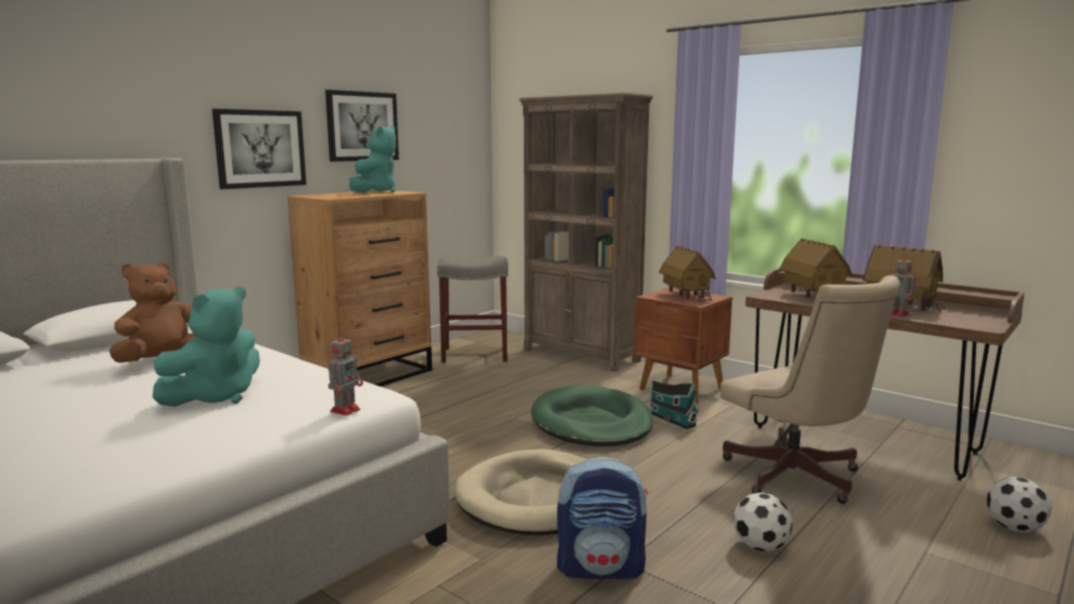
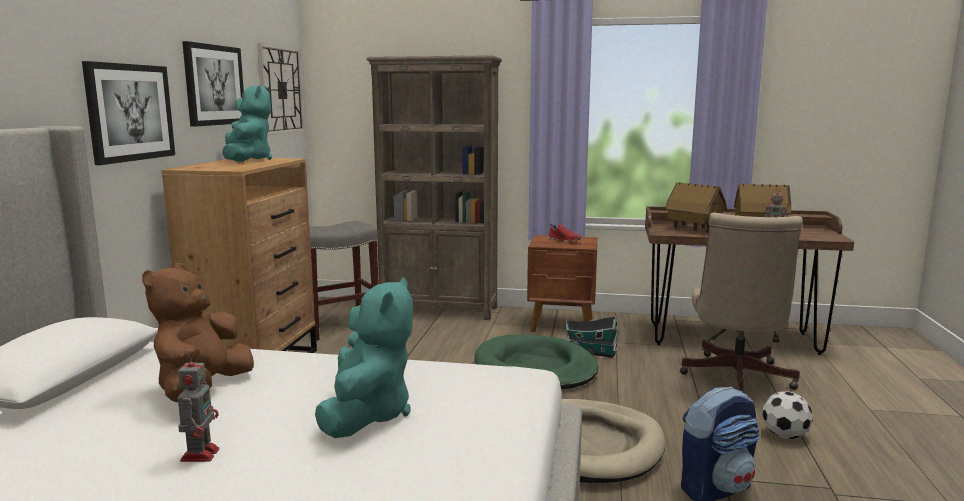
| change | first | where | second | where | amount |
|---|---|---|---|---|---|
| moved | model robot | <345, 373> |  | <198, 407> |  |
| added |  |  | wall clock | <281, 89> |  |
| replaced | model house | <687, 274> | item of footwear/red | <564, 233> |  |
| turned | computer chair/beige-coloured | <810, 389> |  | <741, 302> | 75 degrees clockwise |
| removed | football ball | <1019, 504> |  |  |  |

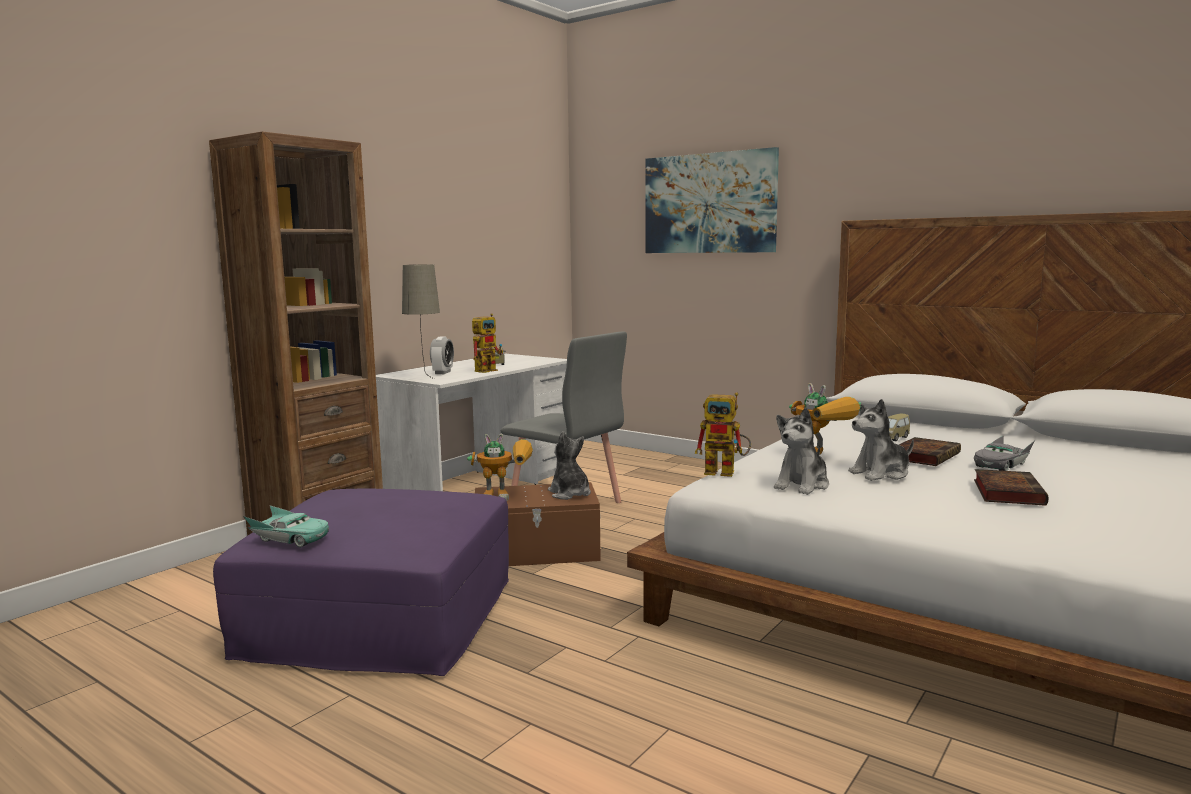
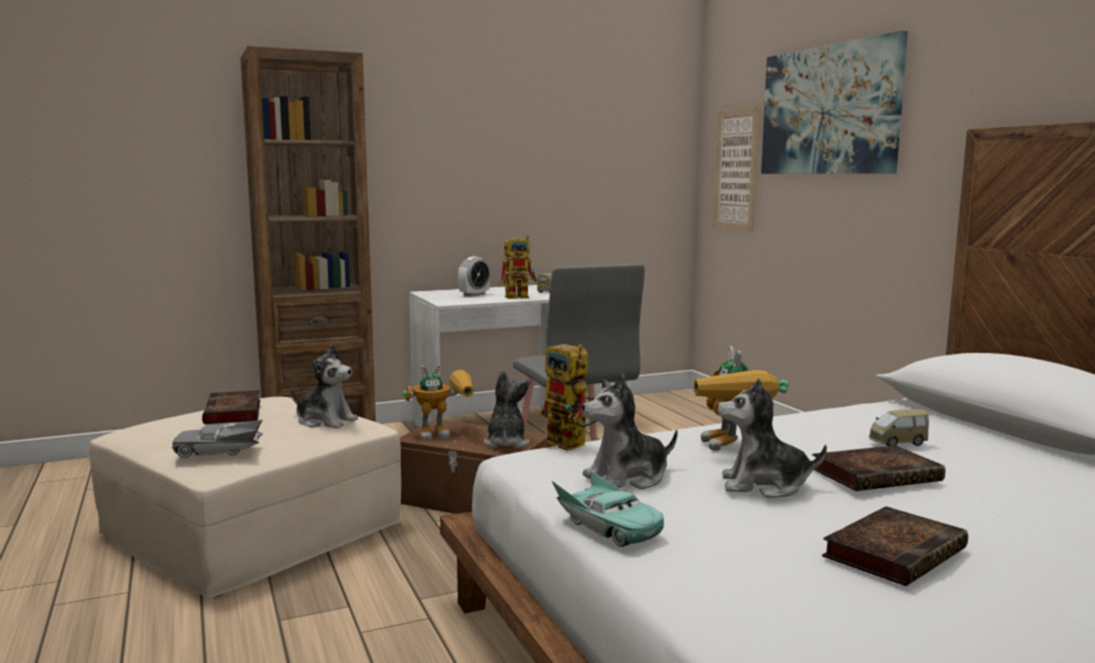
| change | first | where | second | where | amount |
|---|---|---|---|---|---|
| recoloured | pouffe/purple | <361, 582> | pouffe/beige-coloured | <245, 497> |  |
| moved | miniature car/gray | <1004, 453> |  | <217, 439> |  |
| added |  |  | volume | <231, 407> |  |
| added |  |  | plush toy | <324, 386> |  |
| turned | model robot | <500, 467> |  | <438, 402> | 45 degrees counterclockwise |
| moved | miniature car/blue-green | <286, 526> |  | <608, 508> |  |
| added |  |  | wall art | <736, 168> |  |
| removed | lamp for a table/beige-coloured | <421, 321> |  |  |  |

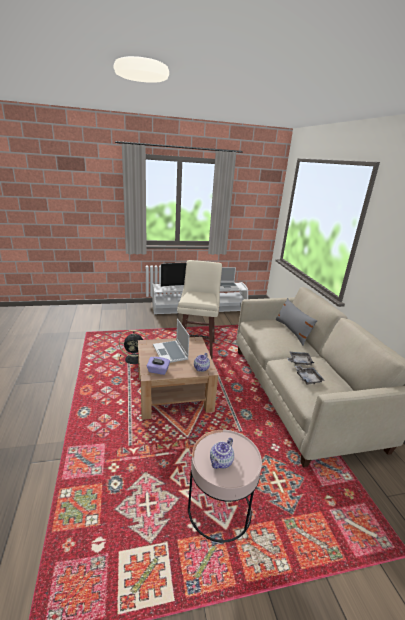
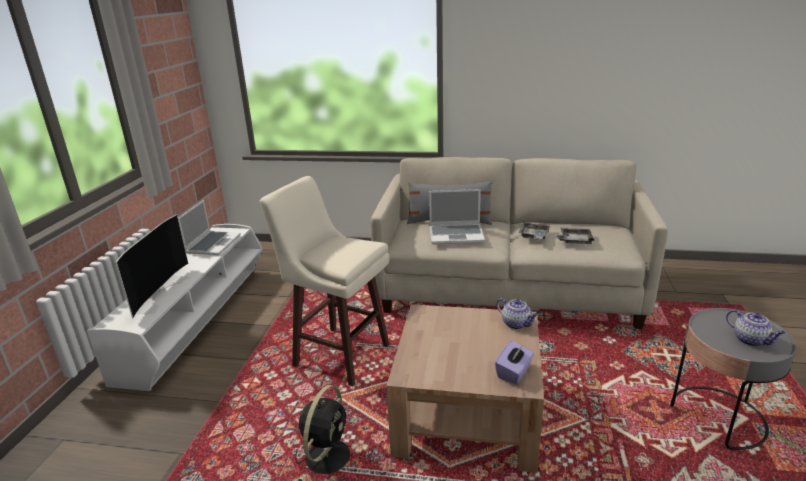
| change | first | where | second | where | amount |
|---|---|---|---|---|---|
| moved | portable computer | <171, 341> |  | <457, 216> |  |
| recoloured | side table/pinkish | <225, 486> | side table/gray | <733, 379> |  |

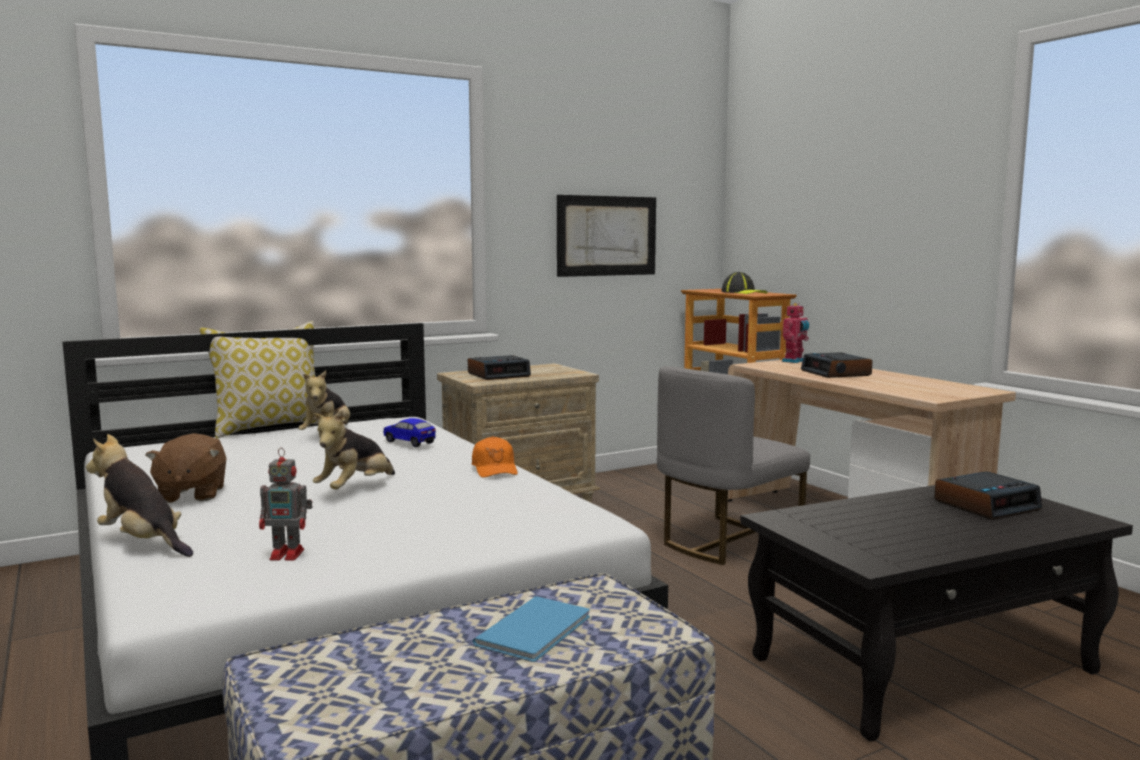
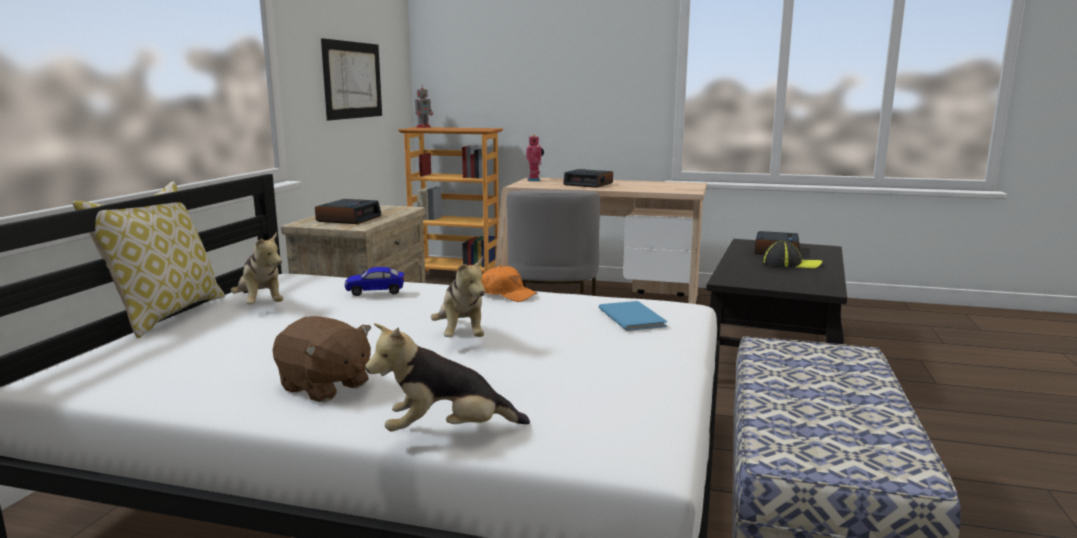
| change | first | where | second | where | amount |
|---|---|---|---|---|---|
| moved | model robot | <286, 503> |  | <424, 106> |  |
| moved | volume/blue | <531, 629> |  | <632, 316> |  |
| moved | peaked cap | <744, 283> |  | <792, 254> |  |

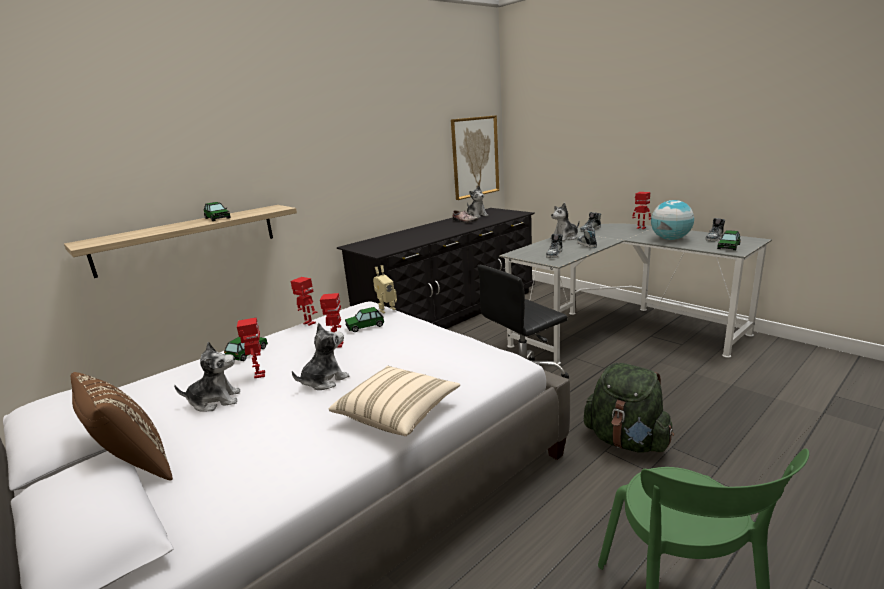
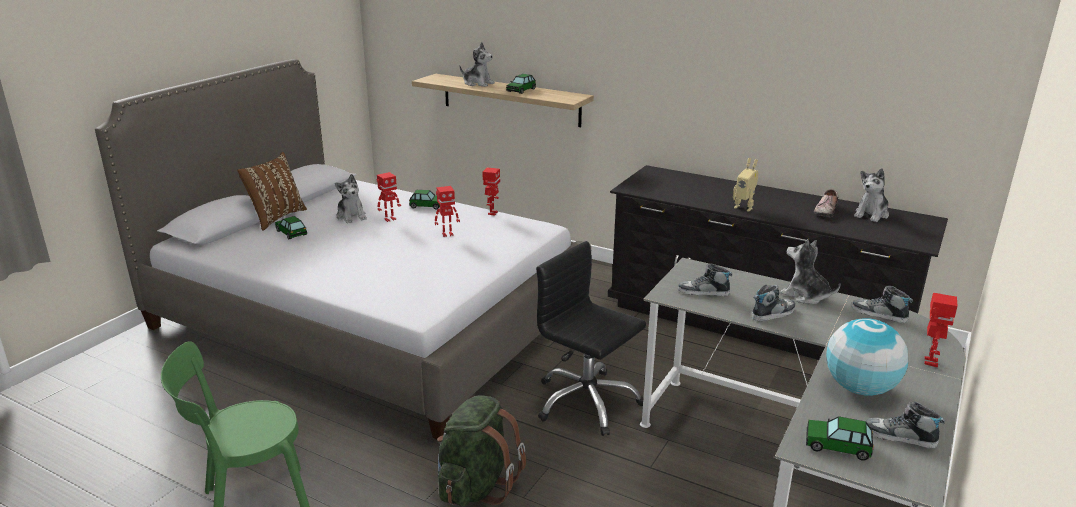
| change | first | where | second | where | amount |
|---|---|---|---|---|---|
| moved | miniature car | <364, 319> |  | <291, 227> |  |
| moved | plush toy | <320, 356> |  | <477, 64> |  |
| moved | model robot | <385, 289> |  | <745, 185> |  |
| removed | throw pillow/beige-coloured | <394, 401> |  |  |  |
| removed | wall art | <475, 157> |  |  |  |

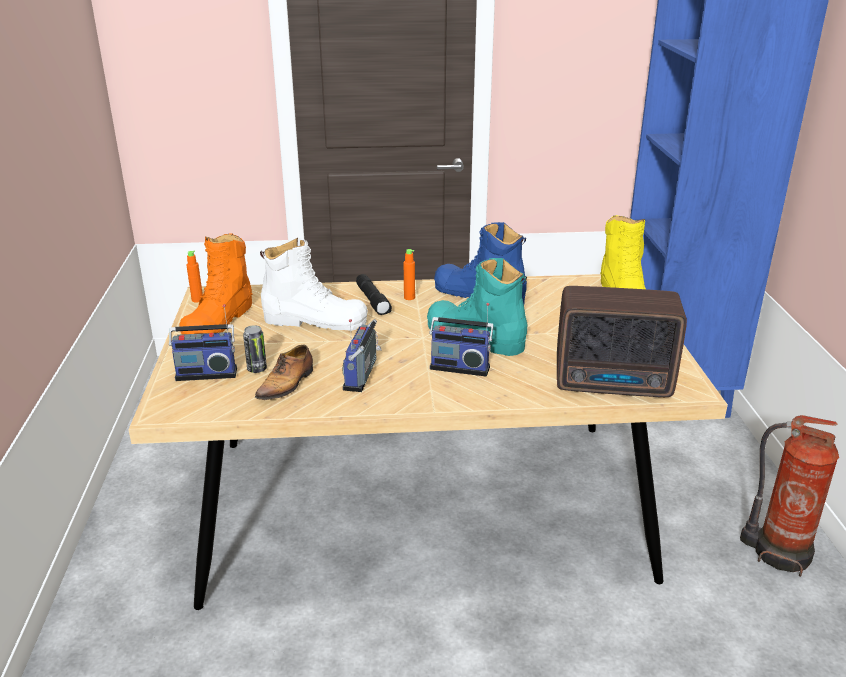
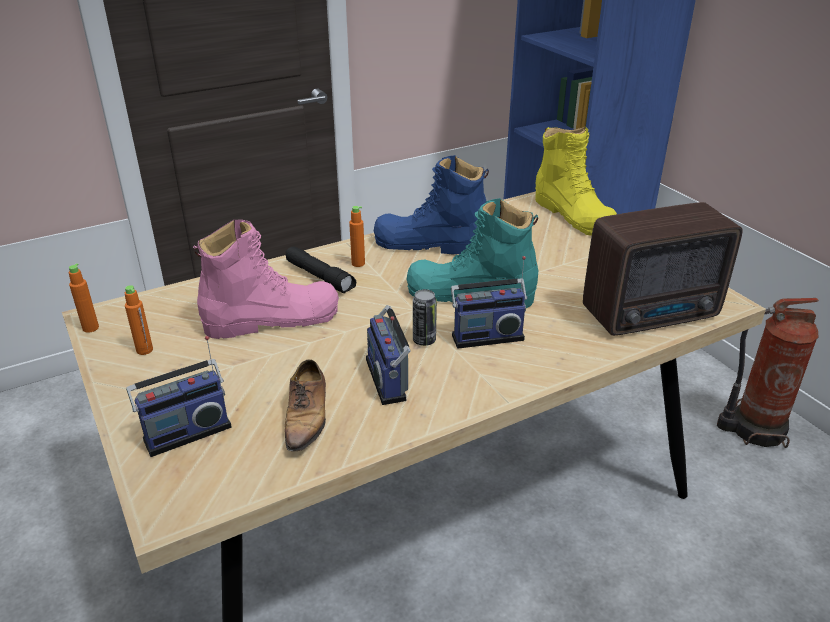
| change | first | where | second | where | amount |
|---|---|---|---|---|---|
| replaced | boot/orange-coloured | <216, 283> | bottle/orange-coloured | <139, 320> |  |
| recoloured | boot/whitish | <314, 284> | boot/pinkish | <266, 279> |  |
| moved | sealed can | <255, 349> |  | <425, 317> |  |

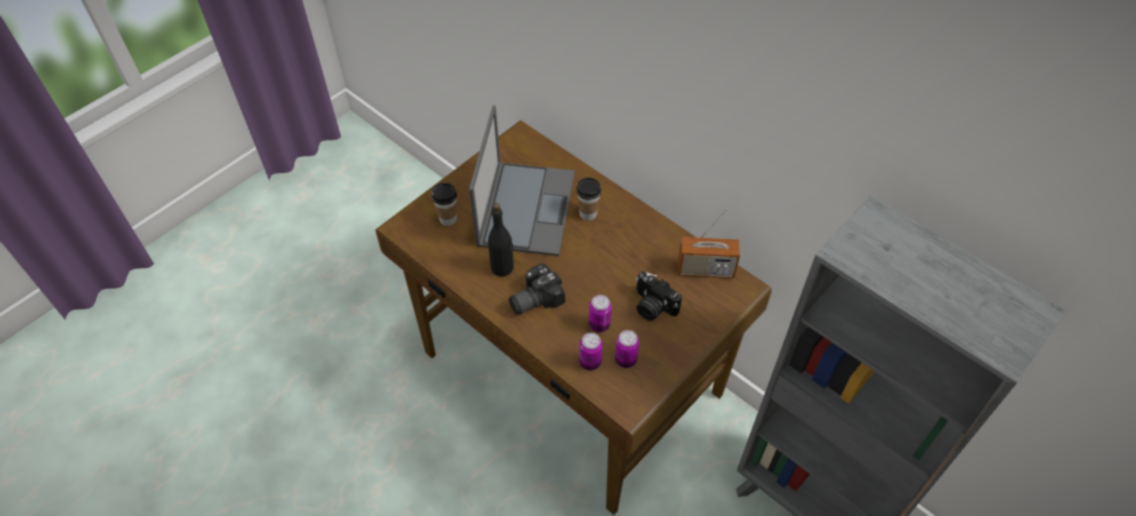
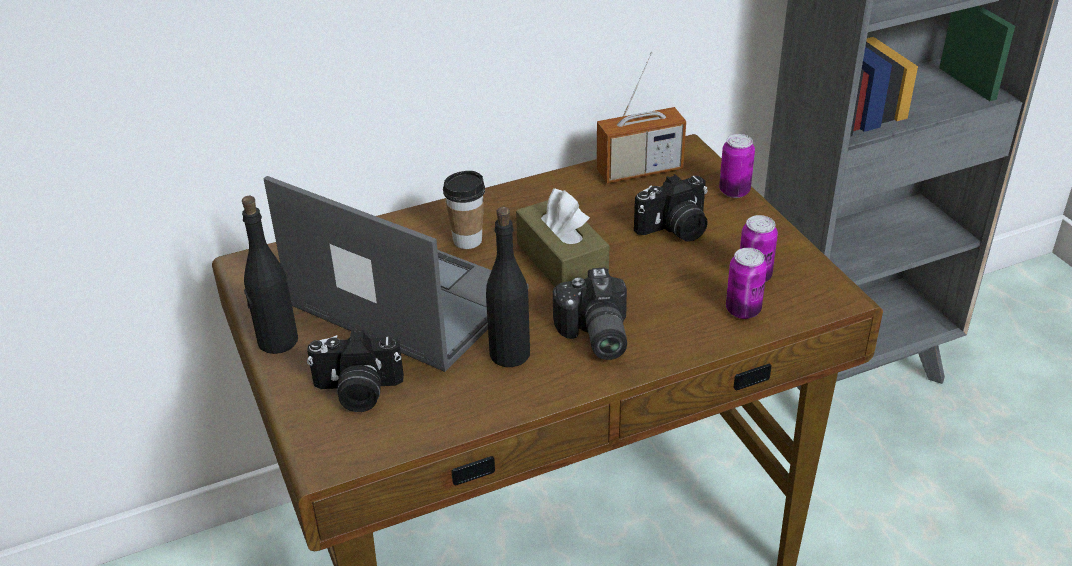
| change | first | where | second | where | amount |
|---|---|---|---|---|---|
| added |  |  | bottle/black | <270, 275> |  |
| replaced | cup | <444, 204> | photo camera | <355, 371> |  |
| added |  |  | tissue box/brown | <562, 237> |  |
| turned | radio | <709, 243> |  | <641, 117> | 45 degrees clockwise |
| moved | sealed can | <600, 313> |  | <737, 166> |  |

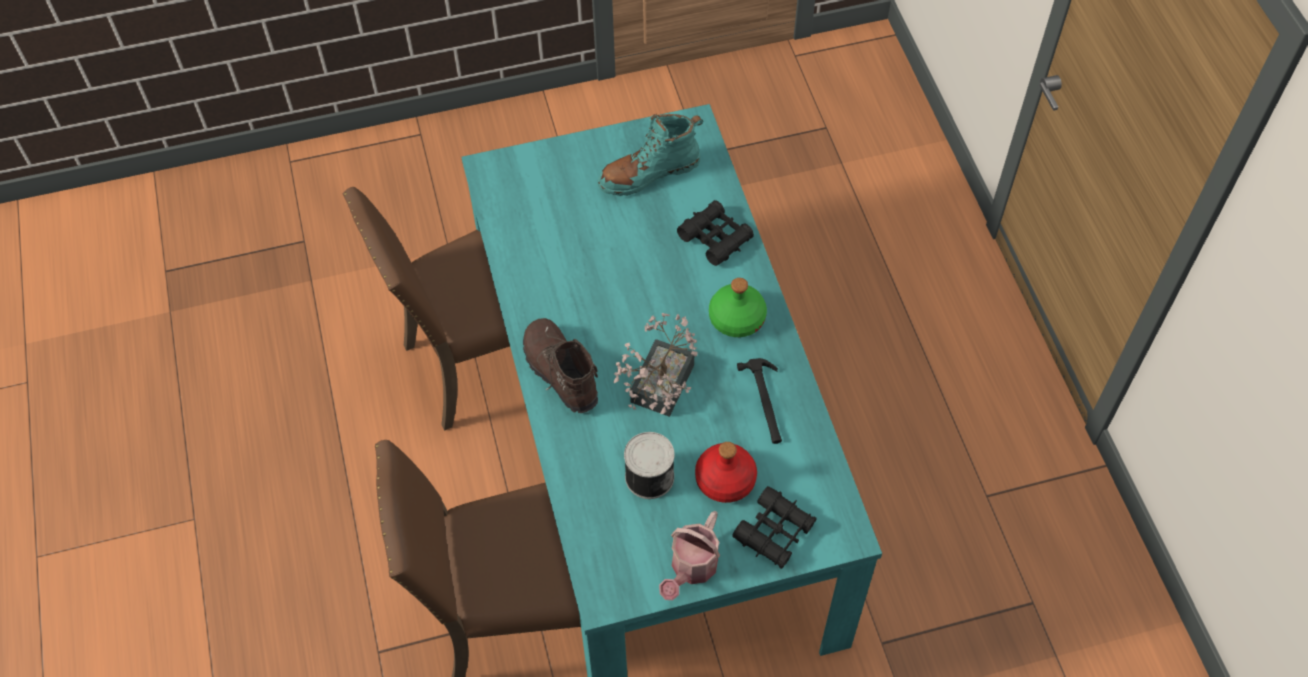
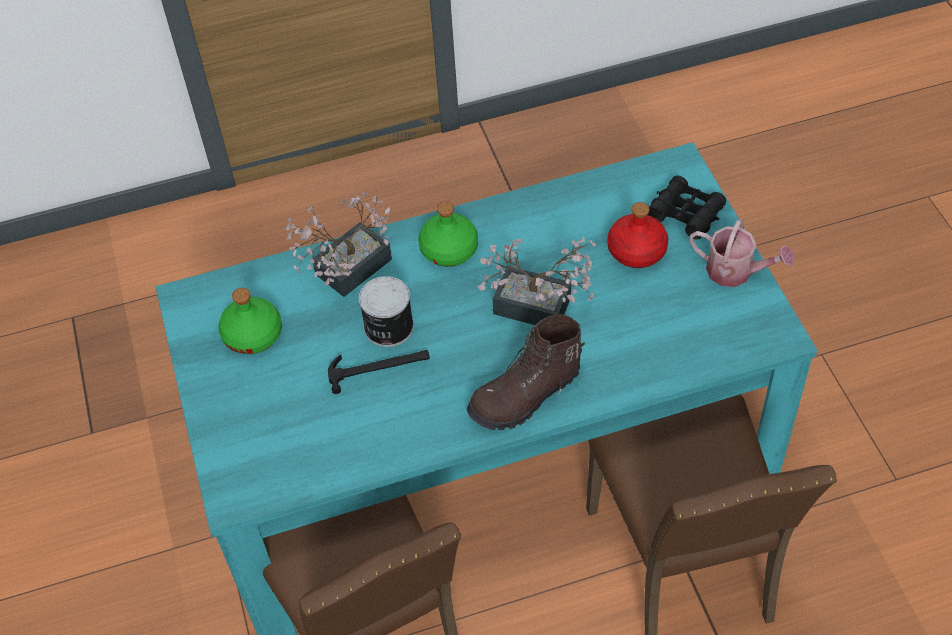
| change | first | where | second | where | amount |
|---|---|---|---|---|---|
| replaced | boot/blue-green | <651, 155> | bottle/greenish | <250, 321> |  |
| replaced | binoculars/black | <715, 233> | potted plant | <338, 244> |  |
| moved | hand hammer | <759, 401> |  | <379, 372> |  |
| moved | sealed can | <649, 465> |  | <386, 311> |  |

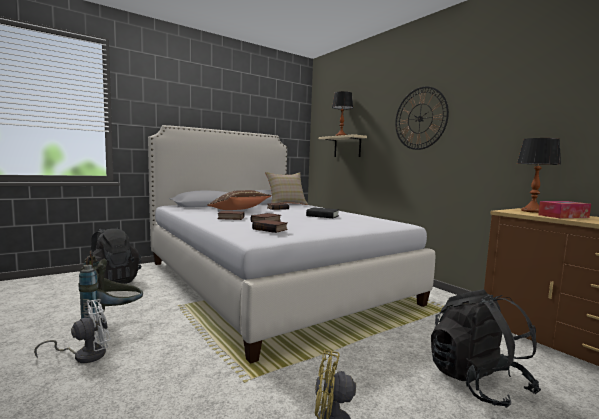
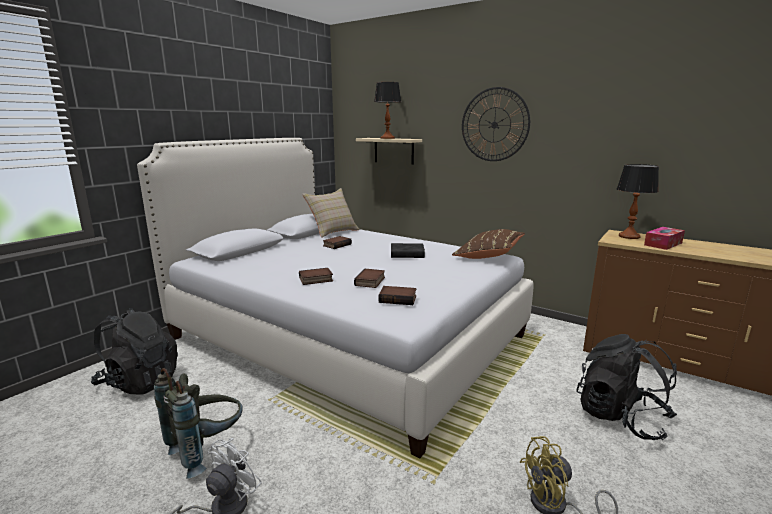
| change | first | where | second | where | amount |
|---|---|---|---|---|---|
| moved | throw pillow/brown | <239, 200> |  | <488, 244> |  |

